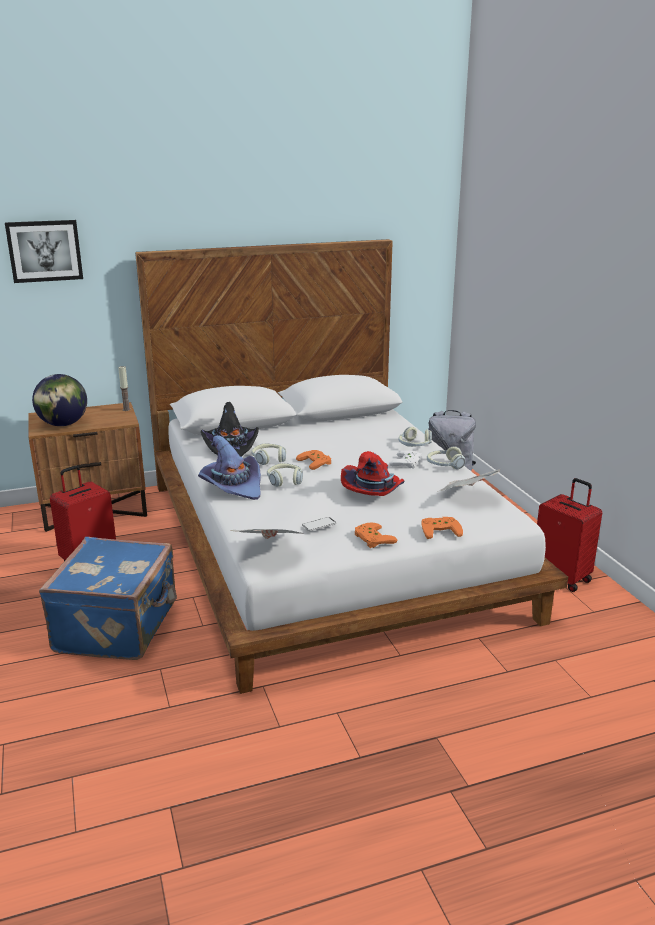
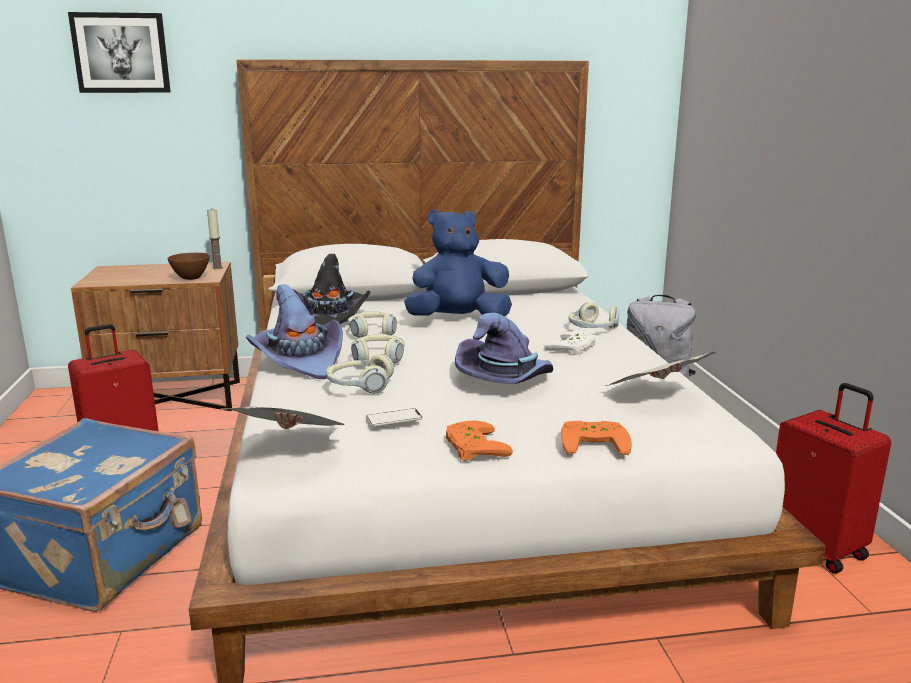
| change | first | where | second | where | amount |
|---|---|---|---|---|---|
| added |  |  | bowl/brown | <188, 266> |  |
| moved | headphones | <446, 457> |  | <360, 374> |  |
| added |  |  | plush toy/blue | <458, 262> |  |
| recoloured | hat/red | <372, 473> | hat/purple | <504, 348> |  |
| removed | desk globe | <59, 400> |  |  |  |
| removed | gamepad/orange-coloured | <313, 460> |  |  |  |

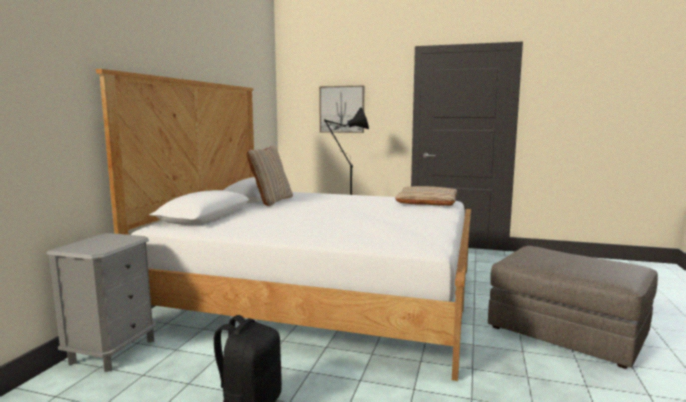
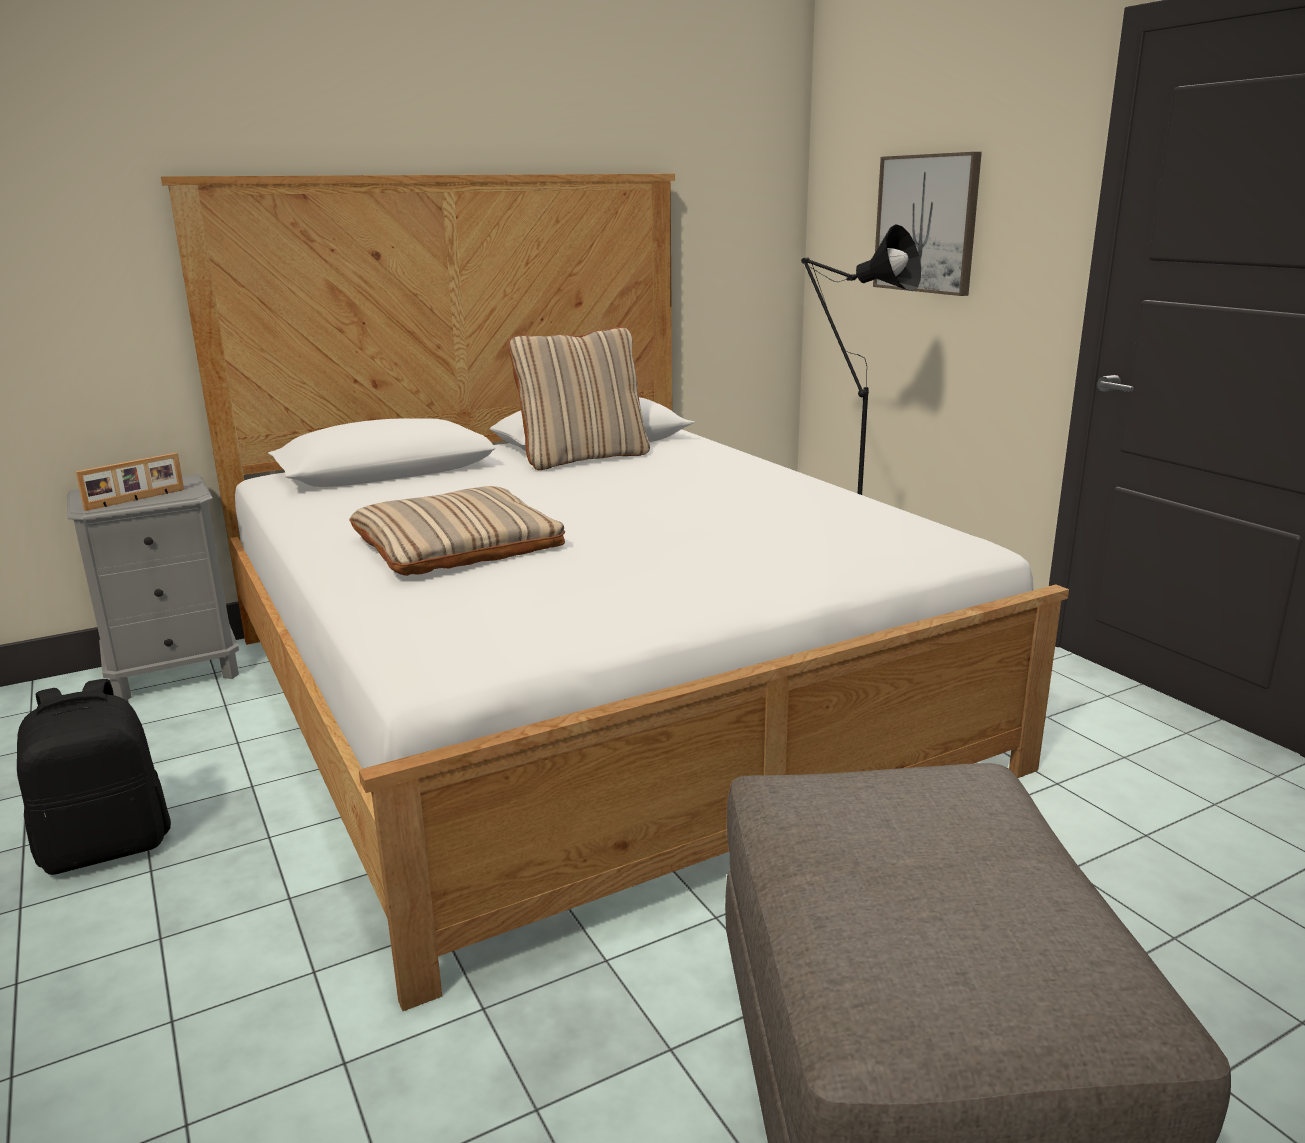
| change | first | where | second | where | amount |
|---|---|---|---|---|---|
| added |  |  | photo frame | <130, 482> |  |
| moved | throw pillow/beige-coloured | <426, 196> |  | <457, 531> |  |

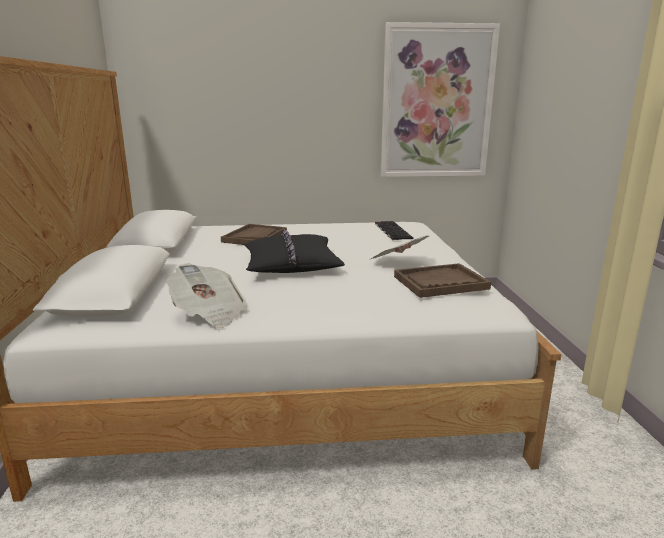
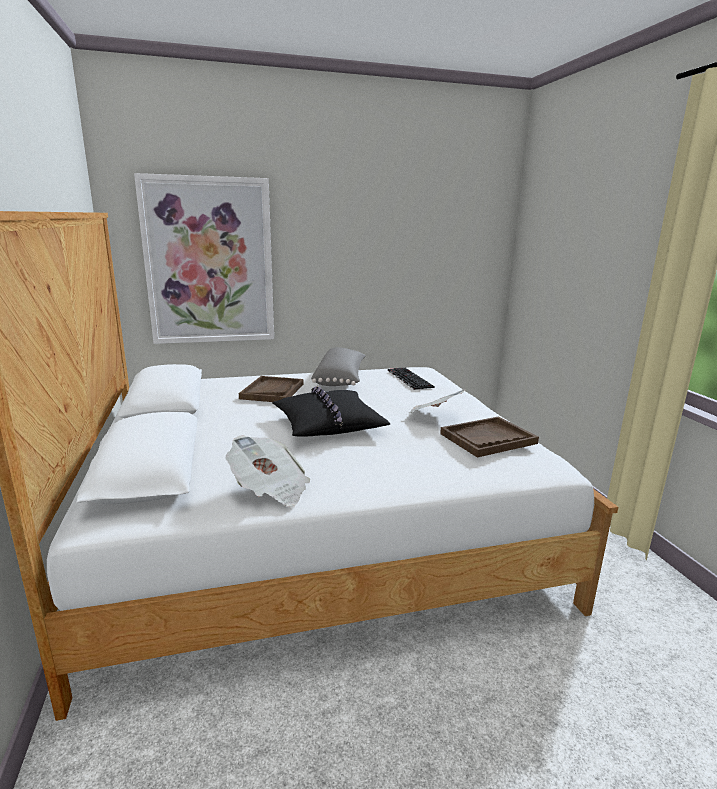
| change | first | where | second | where | amount |
|---|---|---|---|---|---|
| moved | wall art | <440, 99> |  | <204, 258> |  |
| added |  |  | throw pillow/gray | <338, 366> |  |

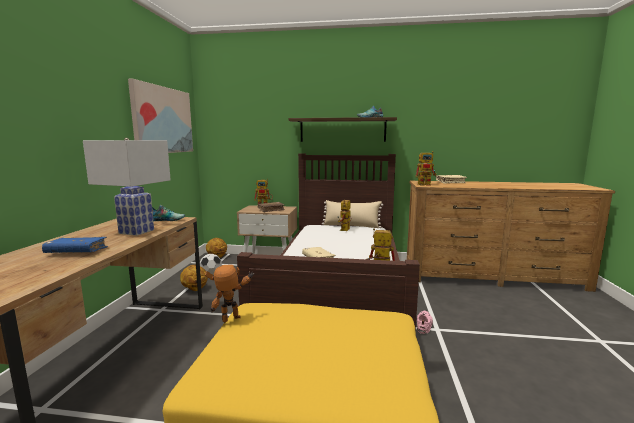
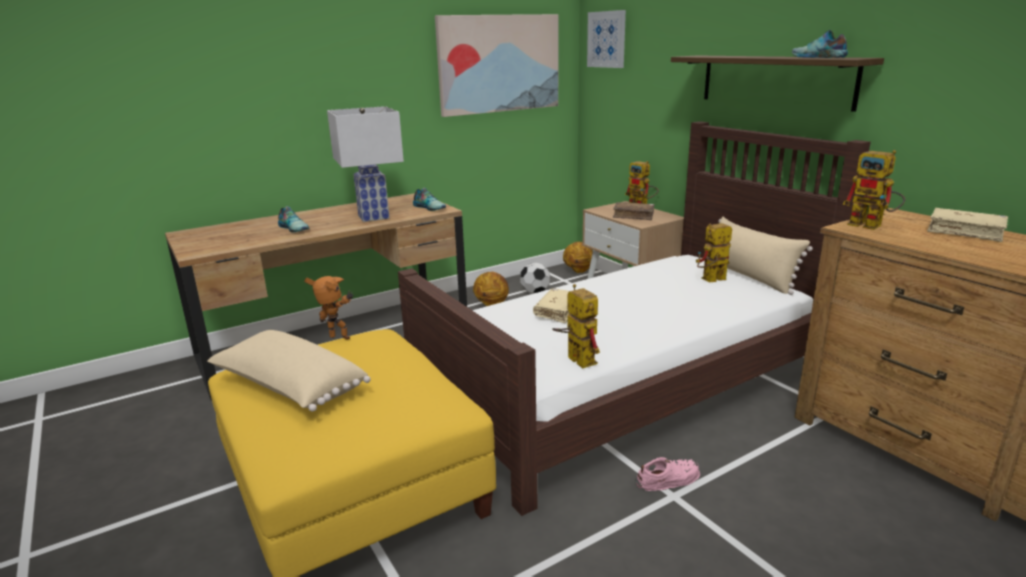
| change | first | where | second | where | amount |
|---|---|---|---|---|---|
| added |  |  | throw pillow/beige-coloured | <289, 371> |  |
| replaced | volume/blue | <75, 245> | item of footwear | <293, 219> |  |
| added |  |  | wall art | <606, 39> |  |

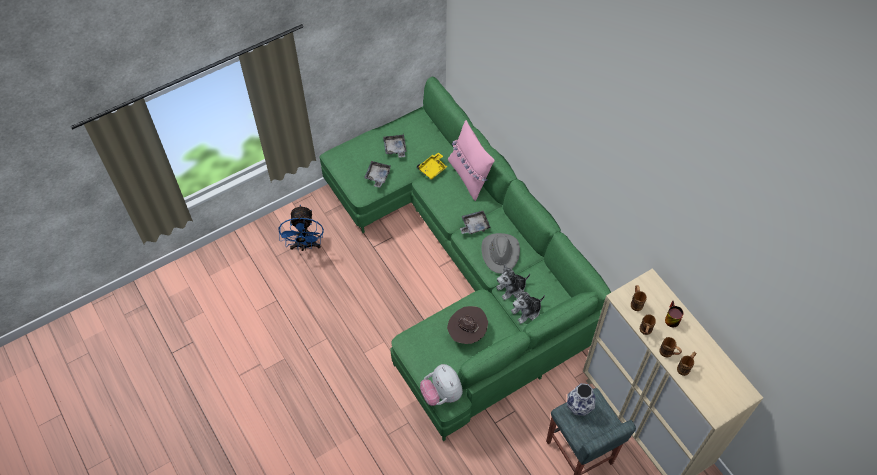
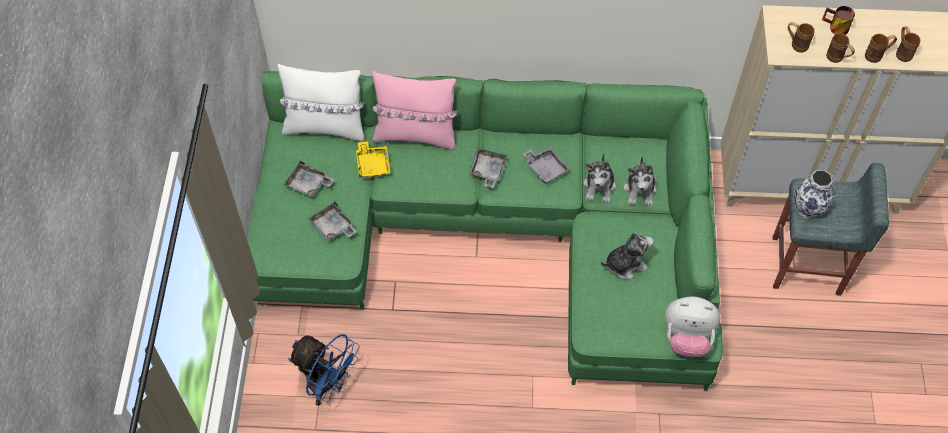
| change | first | where | second | where | amount |
|---|---|---|---|---|---|
| added |  |  | throw pillow/whitish | <321, 103> |  |
| replaced | hat/gray | <500, 253> | serving tray/gray | <546, 165> |  |
| replaced | hat/brown | <467, 325> | plush toy | <627, 255> |  |

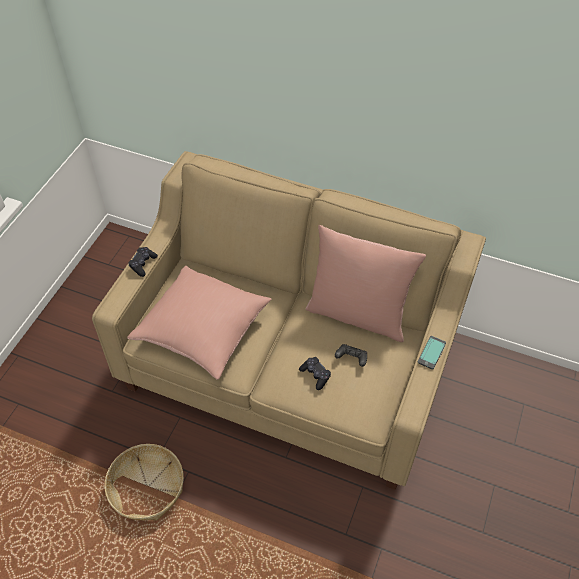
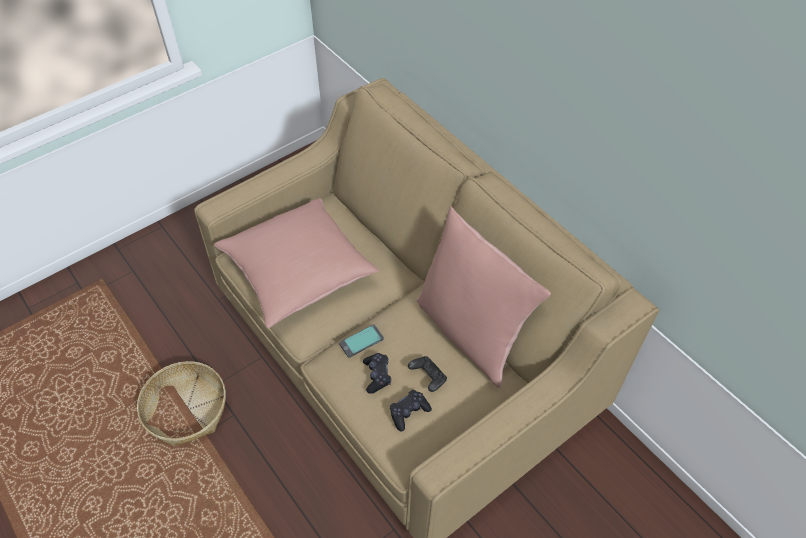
| change | first | where | second | where | amount |
|---|---|---|---|---|---|
| moved | telephone | <432, 353> |  | <361, 341> |  |
| moved | gamepad/black | <143, 262> |  | <411, 410> |  |

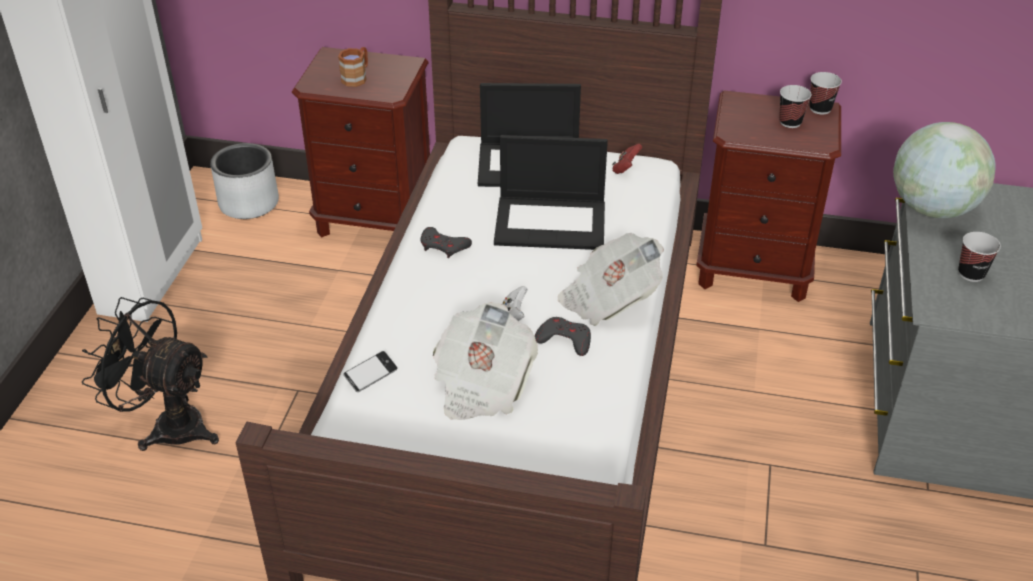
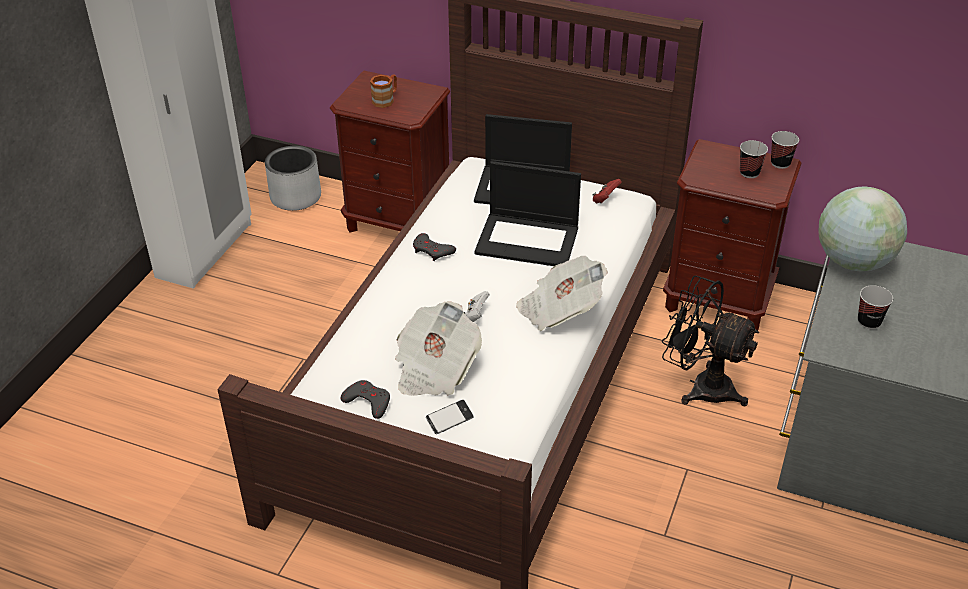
| change | first | where | second | where | amount |
|---|---|---|---|---|---|
| moved | gamepad/gray | <563, 336> |  | <365, 399> |  |
| moved | telephone | <370, 371> |  | <450, 417> |  |
| moved | fan/black | <150, 374> |  | <710, 340> |  |

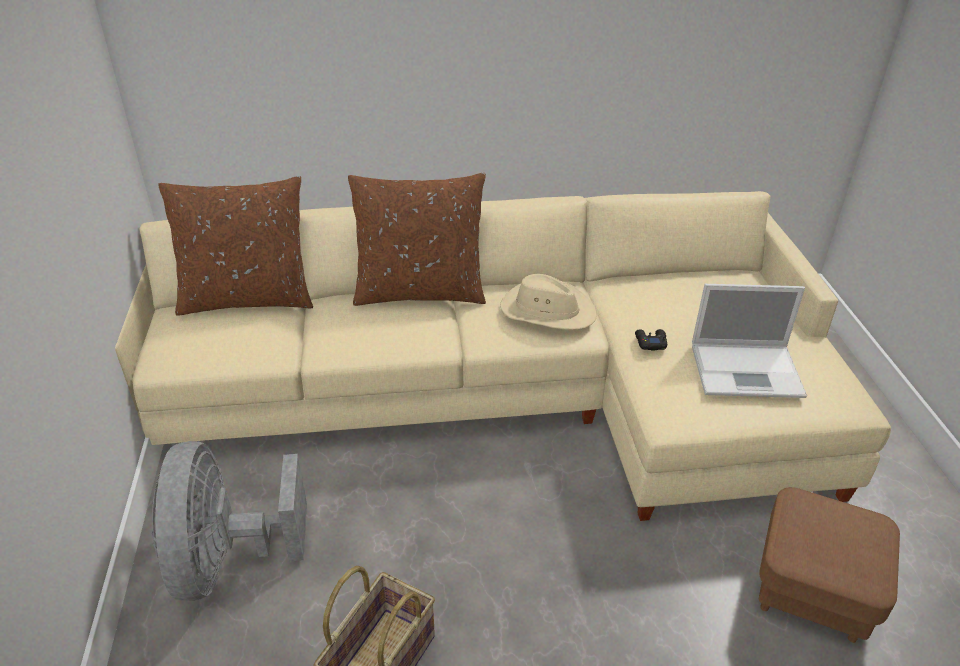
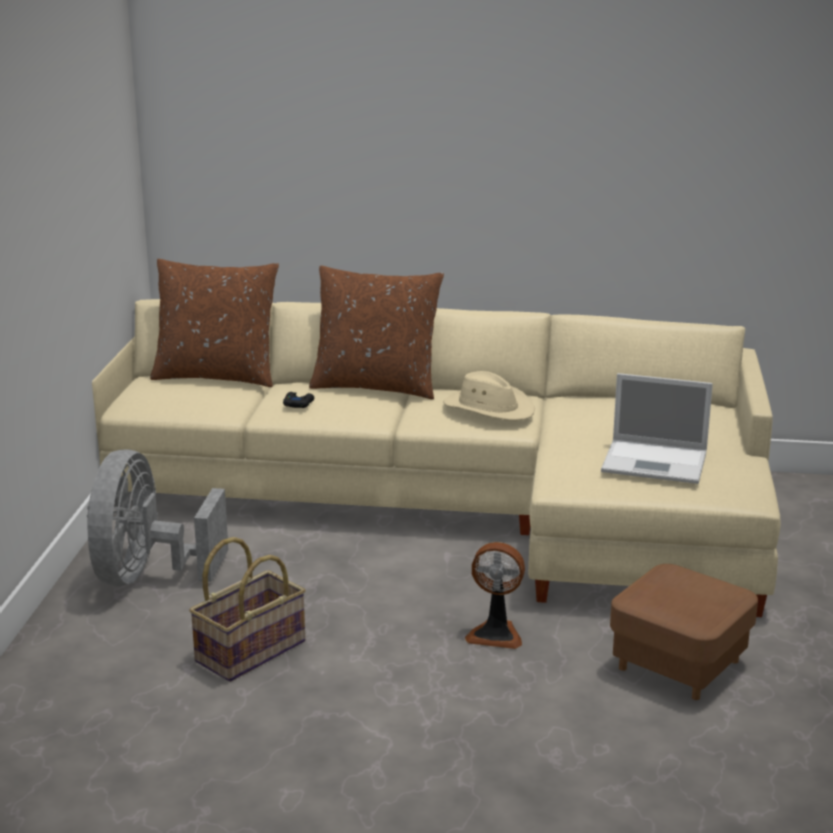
| change | first | where | second | where | amount |
|---|---|---|---|---|---|
| moved | gamepad/black | <651, 340> |  | <298, 400> |  |
| added |  |  | fan | <495, 595> |  |

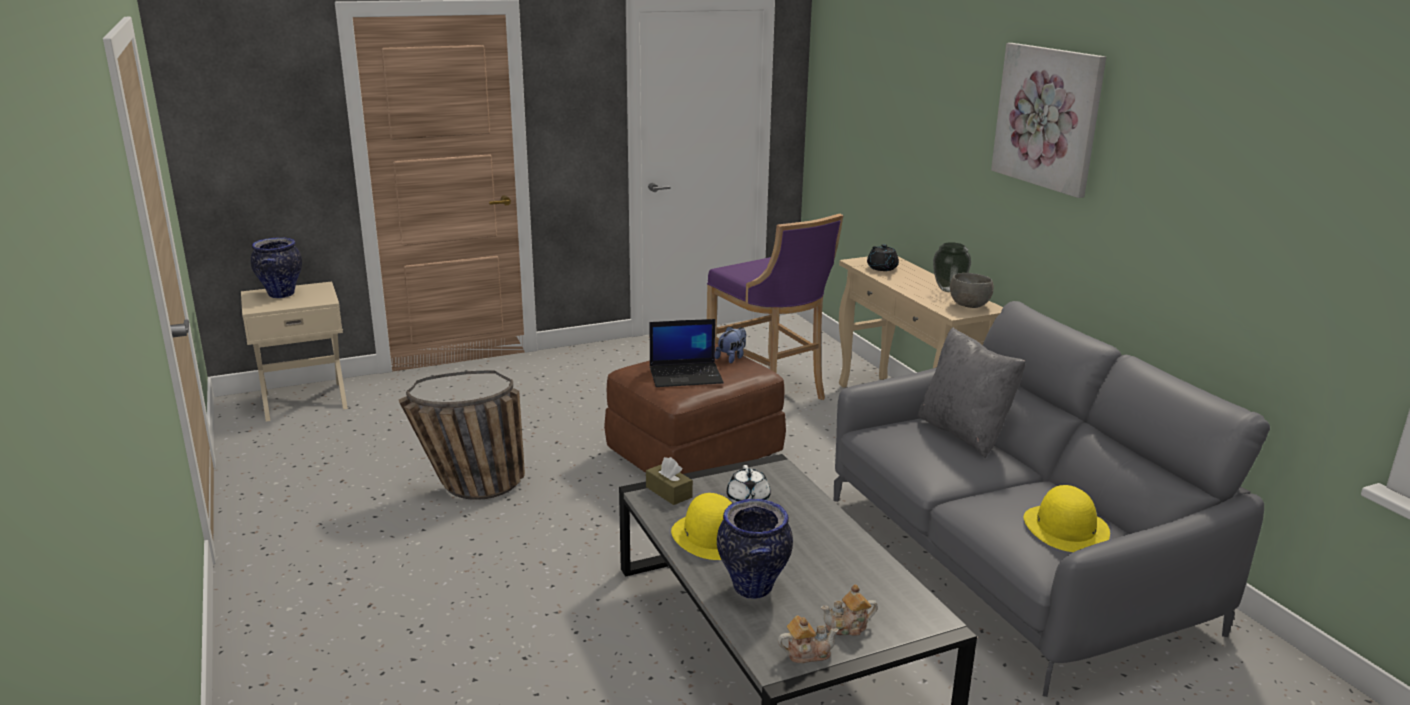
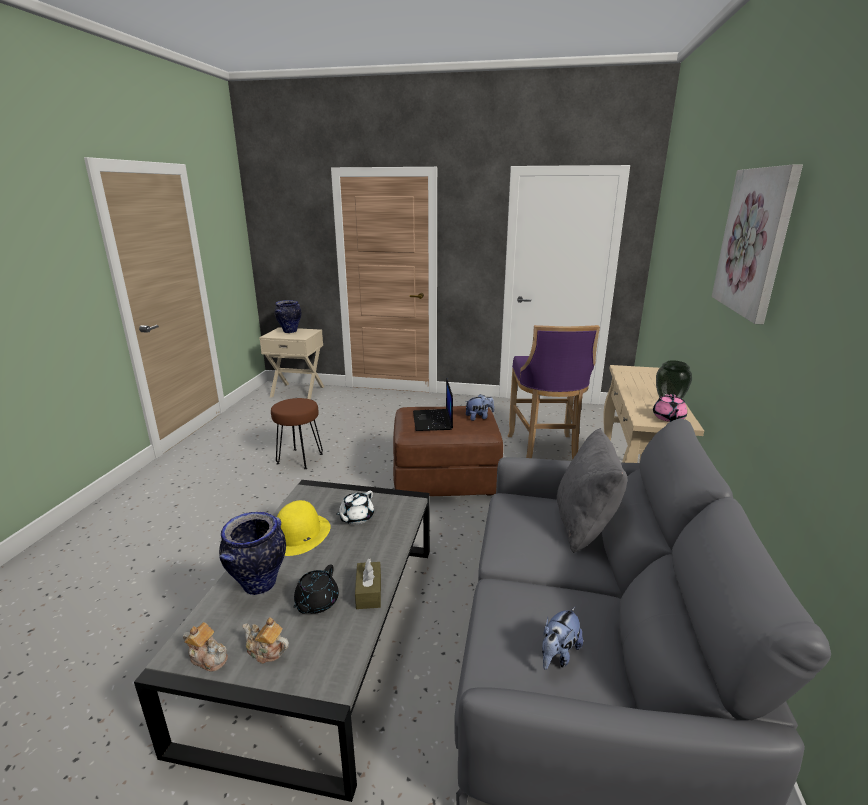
| change | first | where | second | where | amount |
|---|---|---|---|---|---|
| replaced | basket | <462, 435> | stool/brown | <297, 433> |  |
| moved | teapot/black | <883, 257> |  | <316, 589> |  |
| moved | tissue box/brown | <669, 481> |  | <368, 584> |  |
| turned | portable computer | <687, 353> |  | <433, 404> | 60 degrees clockwise |
| replaced | hat/yellow-coloured | <1067, 518> | plush toy | <562, 638> |  |
| replaced | bowl/gray | <972, 290> | teapot/pinkish | <670, 408> |  |

